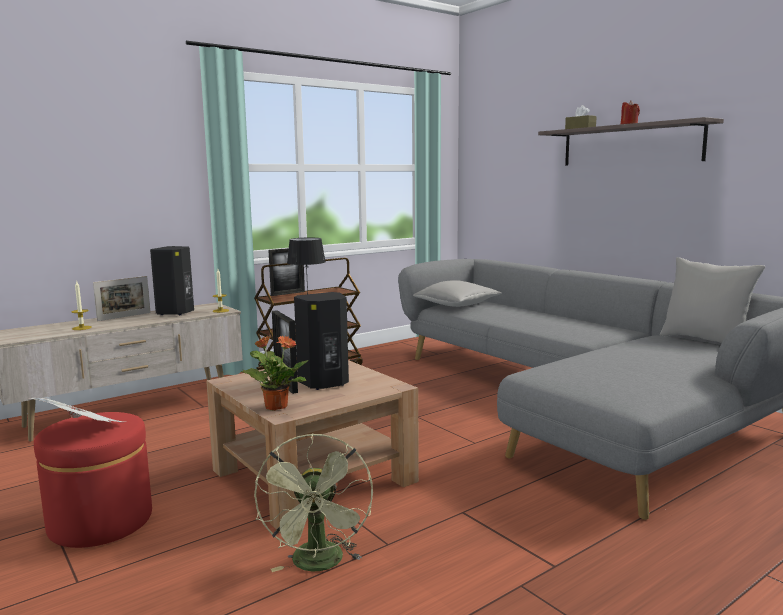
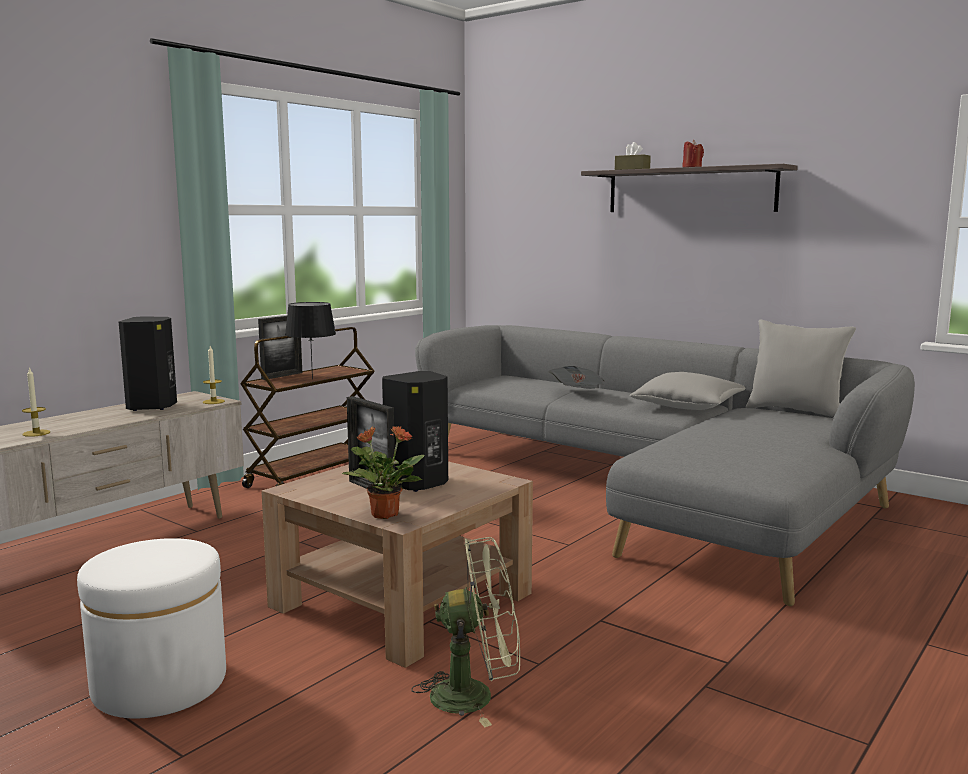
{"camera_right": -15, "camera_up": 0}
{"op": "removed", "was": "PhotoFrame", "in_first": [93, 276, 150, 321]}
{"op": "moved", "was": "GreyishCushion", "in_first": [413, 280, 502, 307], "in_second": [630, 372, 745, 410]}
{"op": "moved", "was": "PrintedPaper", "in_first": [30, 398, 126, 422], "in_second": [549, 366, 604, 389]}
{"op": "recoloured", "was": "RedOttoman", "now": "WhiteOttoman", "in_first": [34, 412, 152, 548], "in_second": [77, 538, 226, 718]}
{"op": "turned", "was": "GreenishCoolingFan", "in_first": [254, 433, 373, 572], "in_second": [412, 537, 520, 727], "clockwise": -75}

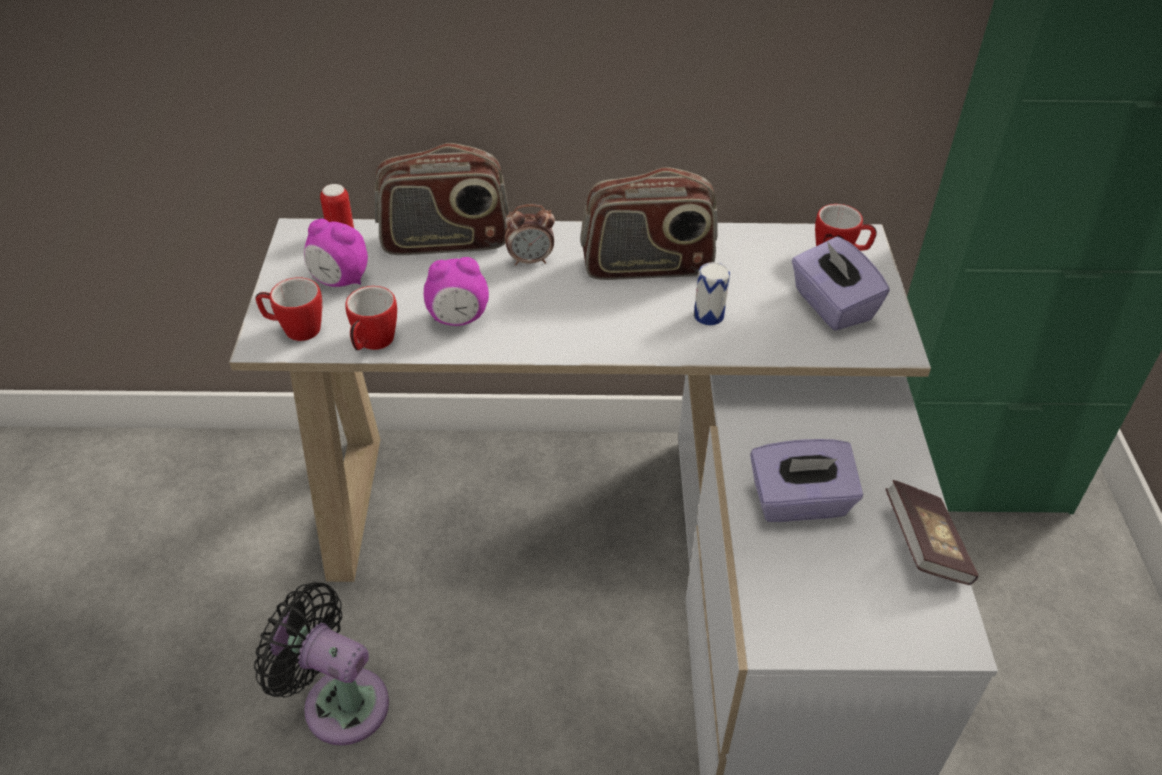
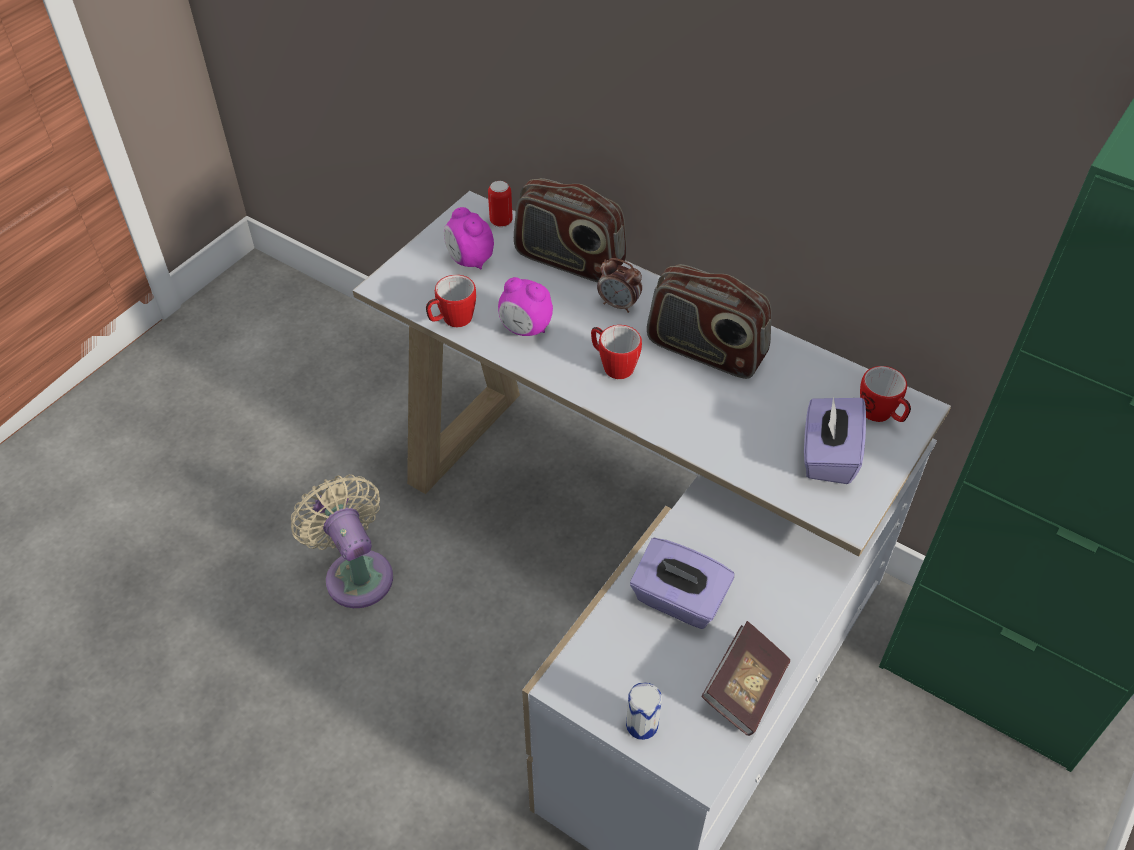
{"camera_right": 35, "camera_up": 5}
{"op": "moved", "was": "MetalCan", "in_first": [694, 262, 730, 326], "in_second": [626, 682, 662, 740]}
{"op": "moved", "was": "TeaMug", "in_first": [255, 277, 322, 341], "in_second": [591, 325, 642, 379]}
{"op": "recoloured", "was": "BlackCoolingFan", "now": "BeigeColouredCoolingFan", "in_first": [254, 582, 389, 745], "in_second": [291, 474, 393, 608]}

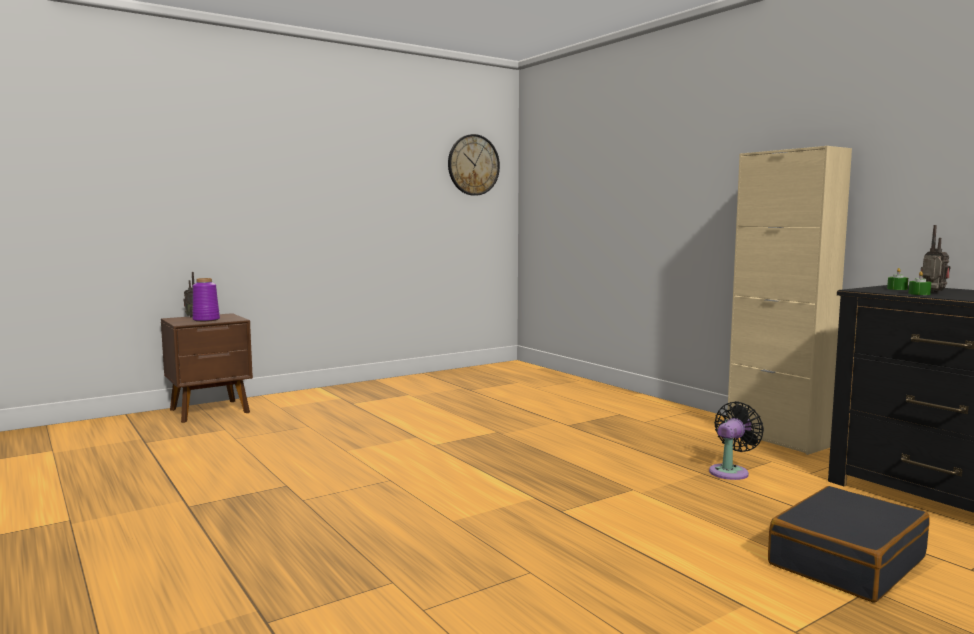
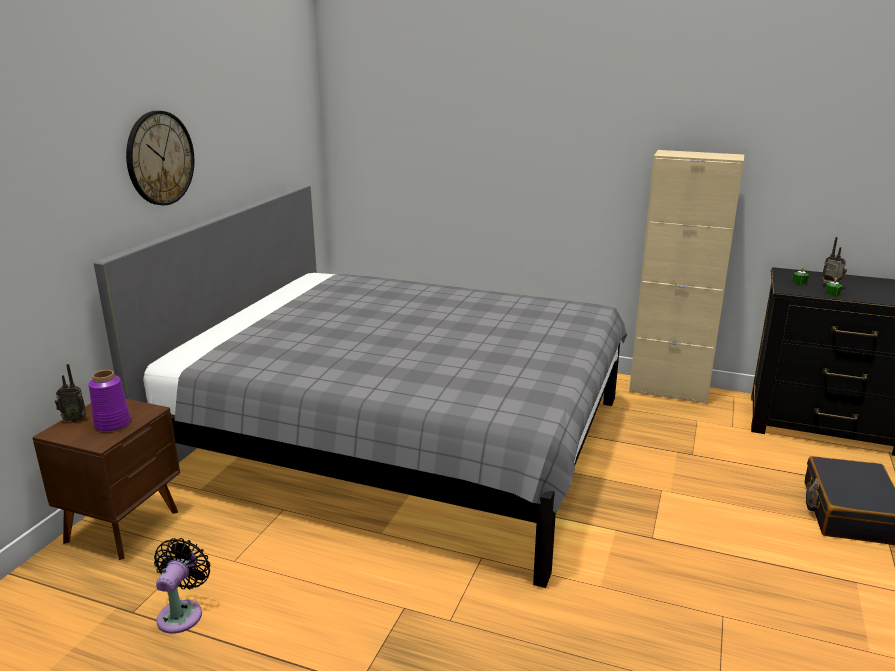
{"camera_right": -35, "camera_up": 15}
{"op": "moved", "was": "HangingClock", "in_first": [448, 134, 500, 196], "in_second": [126, 111, 195, 205]}
{"op": "moved", "was": "BlackCoolingFan", "in_first": [709, 401, 764, 480], "in_second": [154, 538, 210, 634]}
{"op": "added", "now": "GreyishSleepingBed", "in_second": [94, 185, 627, 588]}

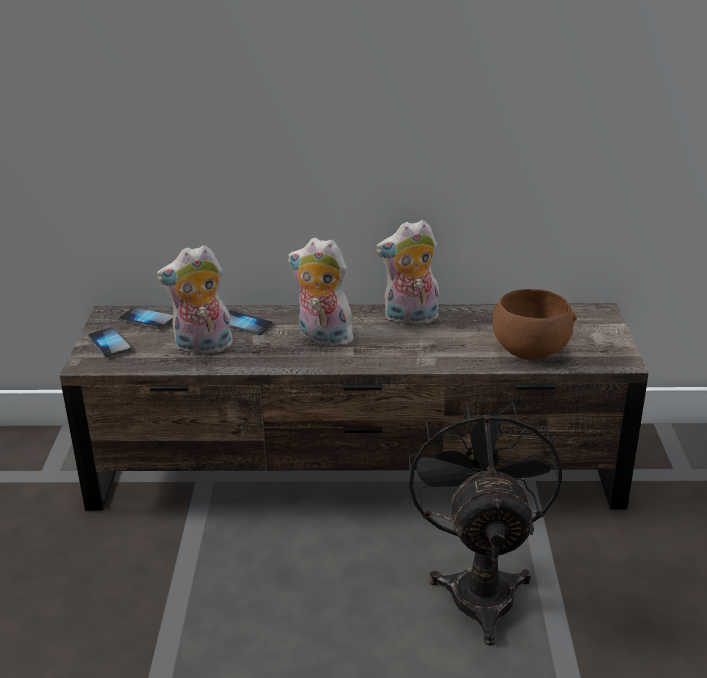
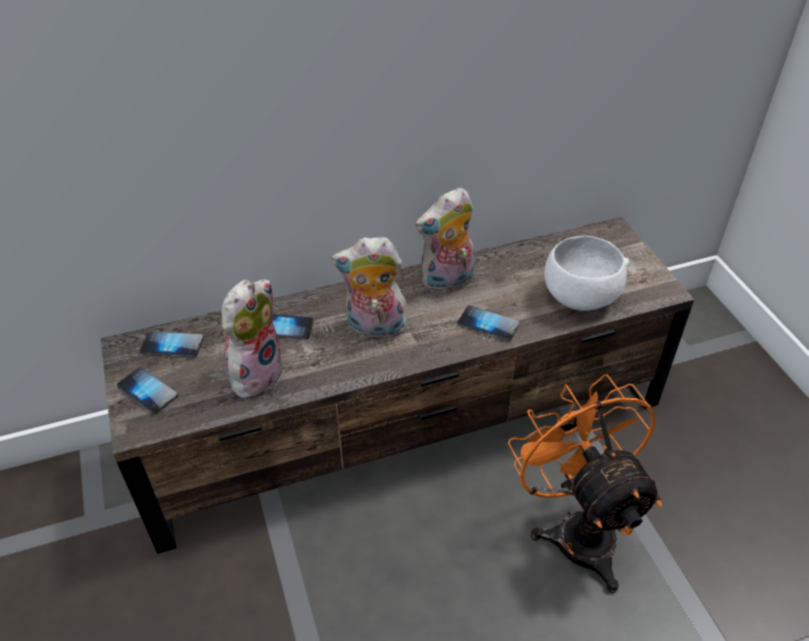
{"camera_right": -20, "camera_up": 15}
{"op": "turned", "was": "CuddlyToy", "in_first": [156, 245, 233, 355], "in_second": [222, 280, 284, 399], "clockwise": 150}
{"op": "recoloured", "was": "BrownColouredBowl", "now": "WhiteBowl", "in_first": [493, 289, 577, 360], "in_second": [544, 236, 630, 311]}
{"op": "recoloured", "was": "BlackCoolingFan", "now": "OrangeCoolingFan", "in_first": [409, 401, 562, 646], "in_second": [508, 374, 662, 593]}
{"op": "added", "now": "Telephone", "in_second": [457, 306, 520, 341]}

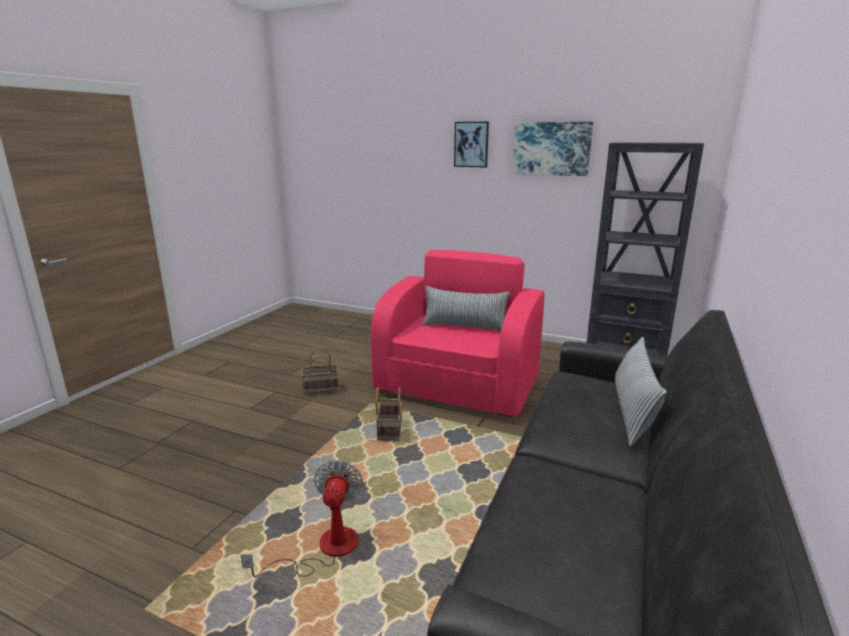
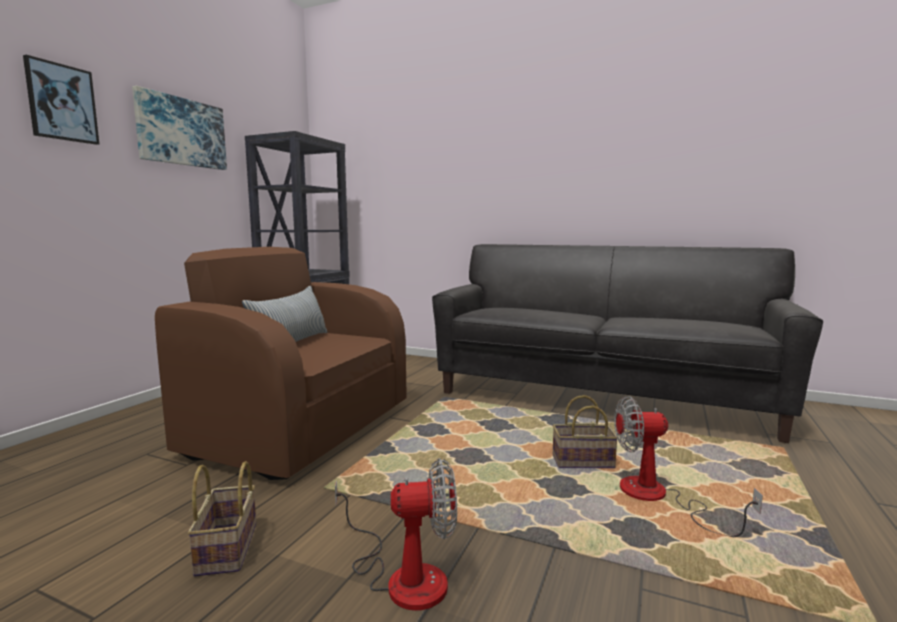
{"camera_right": -90, "camera_up": -10}
{"op": "recoloured", "was": "PinkColouredLoungeChair", "now": "BrownColouredLoungeChair", "in_first": [371, 250, 544, 417], "in_second": [155, 247, 407, 480]}
{"op": "removed", "was": "Cushion", "in_first": [615, 337, 667, 447]}
{"op": "moved", "was": "Basket", "in_first": [376, 387, 402, 441], "in_second": [553, 395, 617, 468]}
{"op": "added", "now": "CoolingFan", "in_second": [335, 458, 457, 611]}

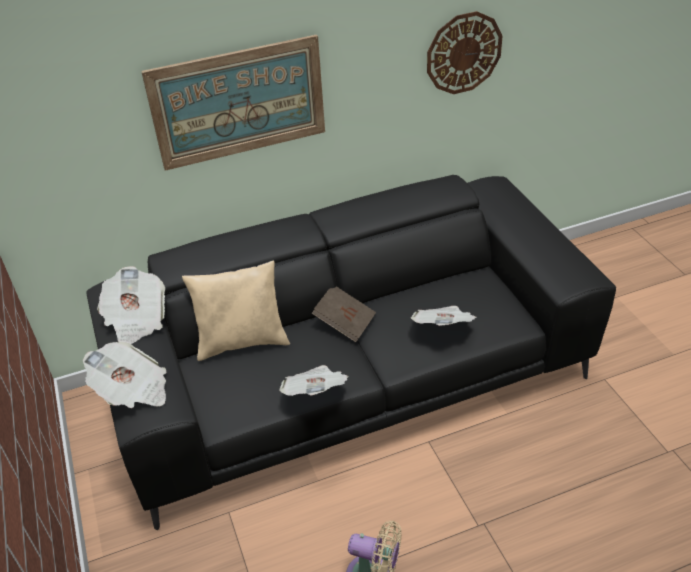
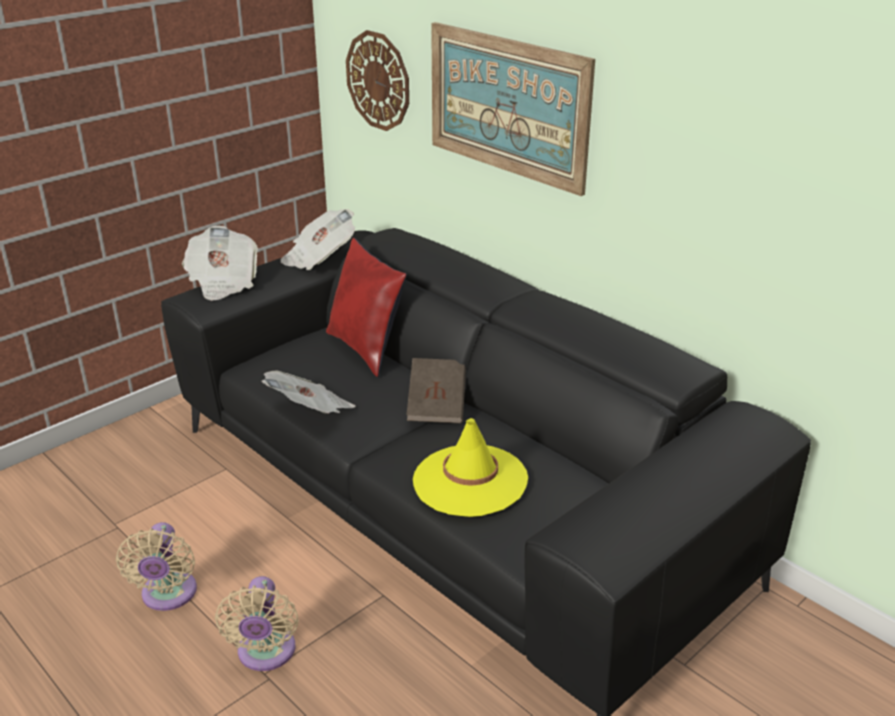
{"camera_right": 65, "camera_up": -10}
{"op": "moved", "was": "HangingClock", "in_first": [427, 11, 503, 94], "in_second": [346, 30, 409, 131]}
{"op": "recoloured", "was": "BeigeColouredCushion", "now": "RedCushion", "in_first": [182, 260, 290, 361], "in_second": [326, 238, 407, 377]}
{"op": "replaced", "was": "PrintedPaper", "now": "YellowHat", "in_first": [411, 306, 477, 326], "in_second": [413, 418, 528, 517]}
{"op": "added", "now": "BeigeColouredCoolingFan", "in_second": [215, 576, 299, 671]}

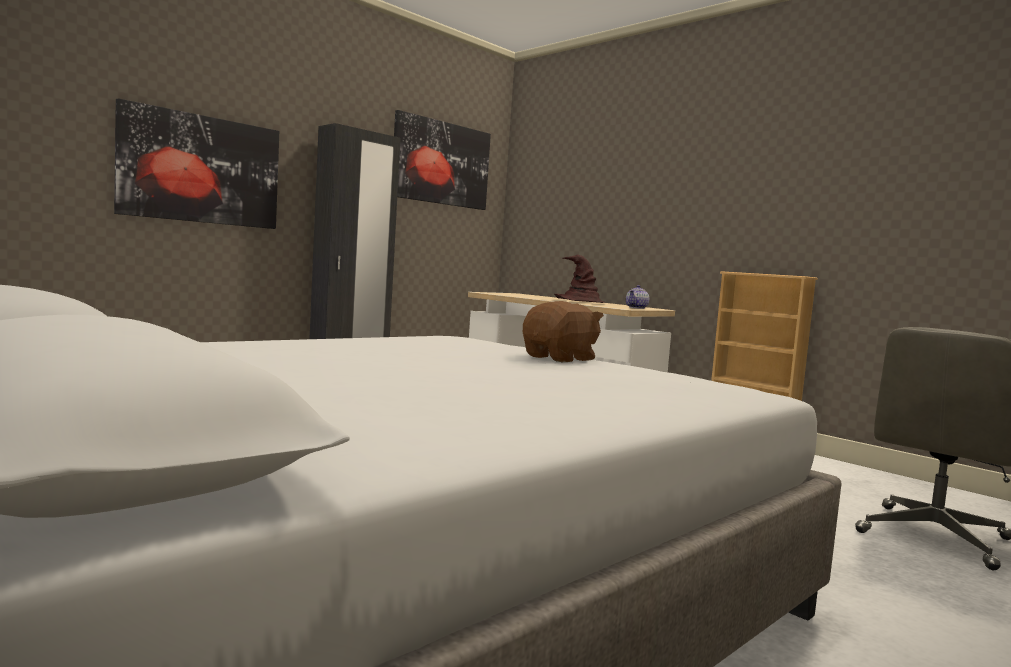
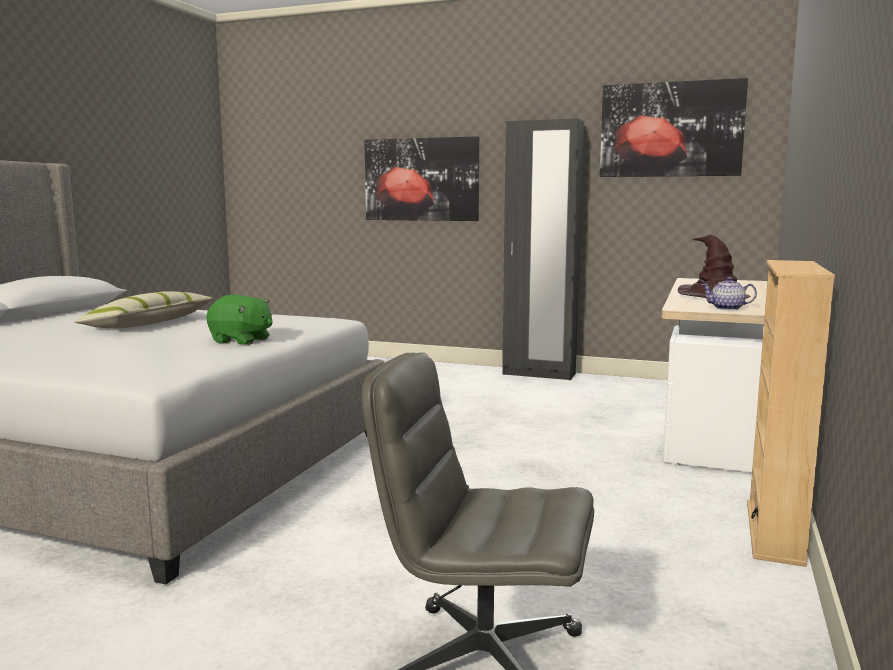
{"camera_right": 65, "camera_up": 5}
{"op": "recoloured", "was": "BrownColouredCuddlyToy", "now": "GreenishCuddlyToy", "in_first": [523, 301, 604, 362], "in_second": [207, 295, 273, 345]}
{"op": "added", "now": "Cushion", "in_second": [74, 291, 214, 328]}

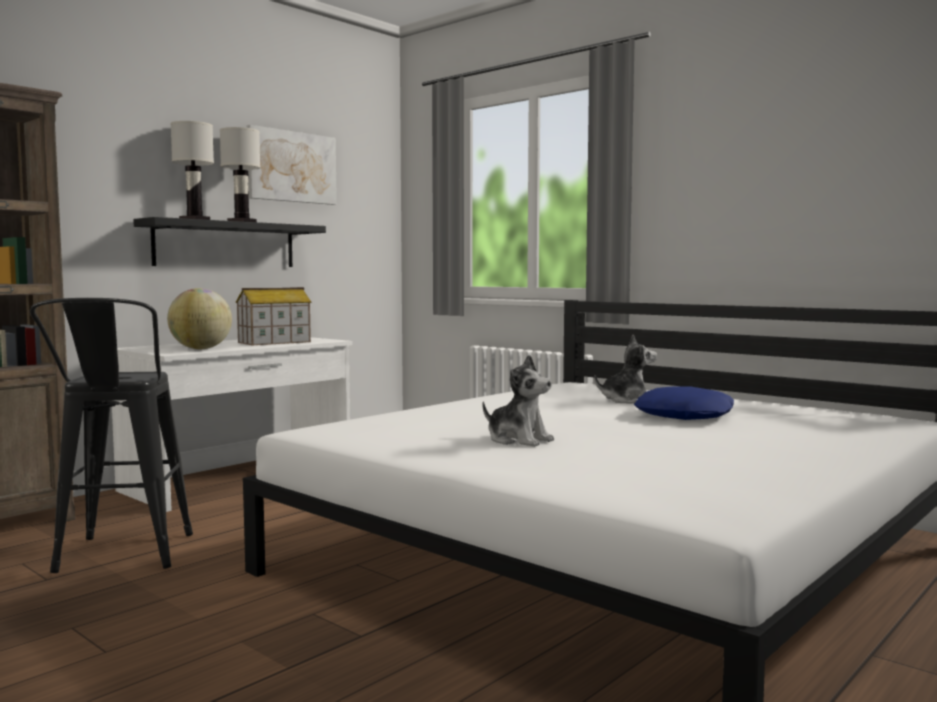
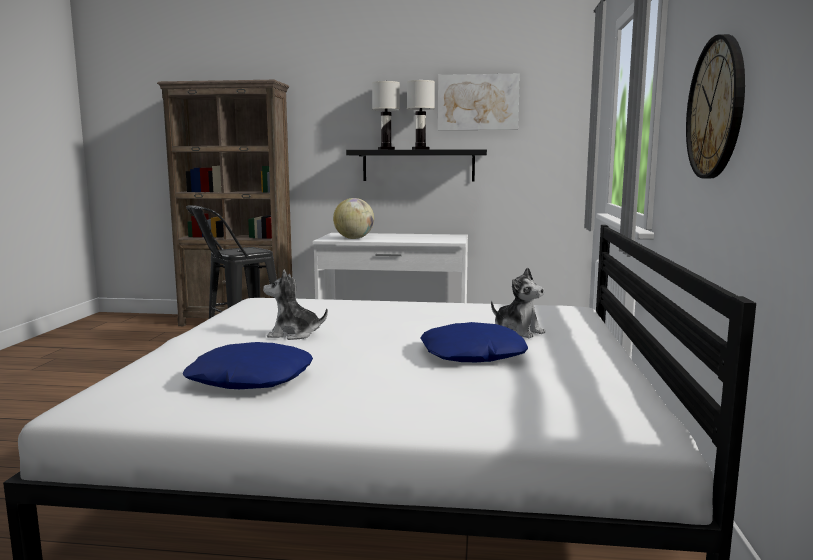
{"camera_right": 55, "camera_up": 5}
{"op": "removed", "was": "ToyHouse", "in_first": [236, 287, 311, 345]}
{"op": "turned", "was": "CuddlyToy", "in_first": [482, 355, 554, 447], "in_second": [263, 270, 328, 340], "clockwise": 90}
{"op": "added", "now": "HangingClock", "in_second": [686, 34, 745, 179]}
{"op": "added", "now": "BlueColouredCushion", "in_second": [183, 342, 313, 389]}

